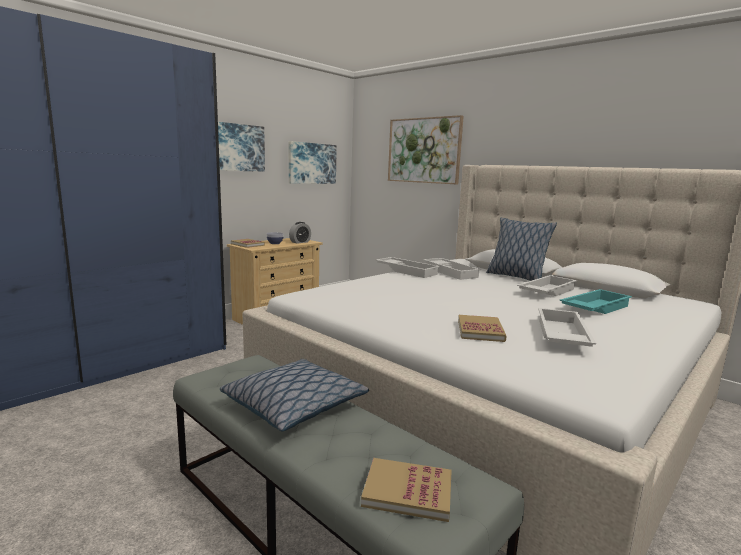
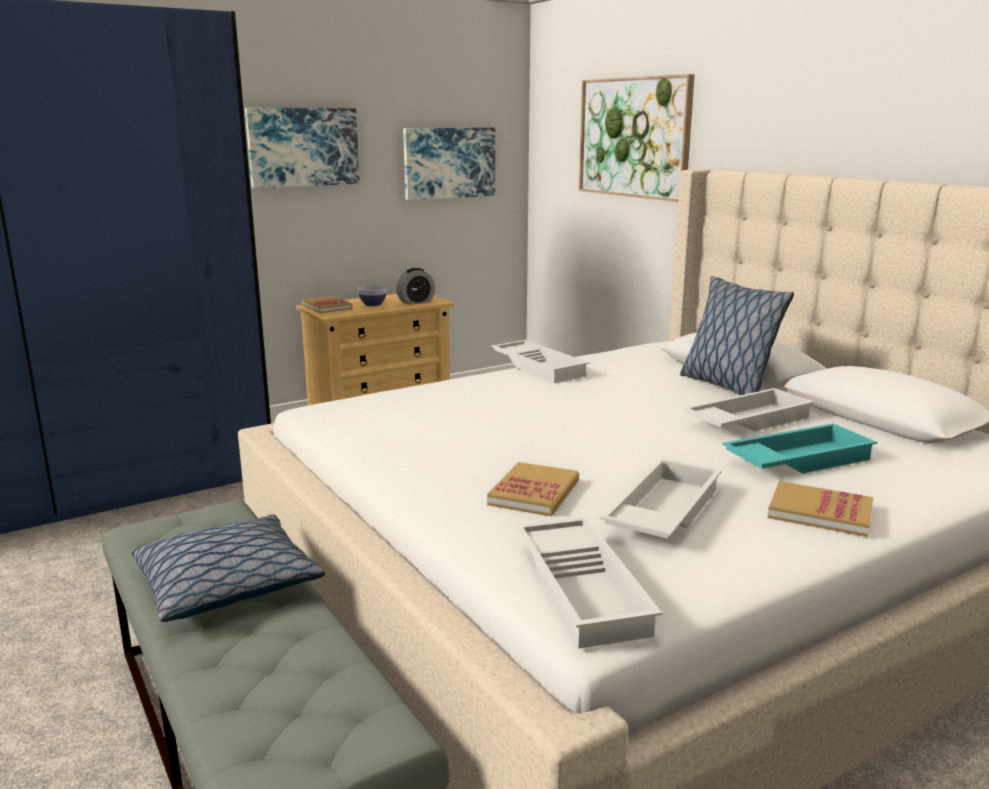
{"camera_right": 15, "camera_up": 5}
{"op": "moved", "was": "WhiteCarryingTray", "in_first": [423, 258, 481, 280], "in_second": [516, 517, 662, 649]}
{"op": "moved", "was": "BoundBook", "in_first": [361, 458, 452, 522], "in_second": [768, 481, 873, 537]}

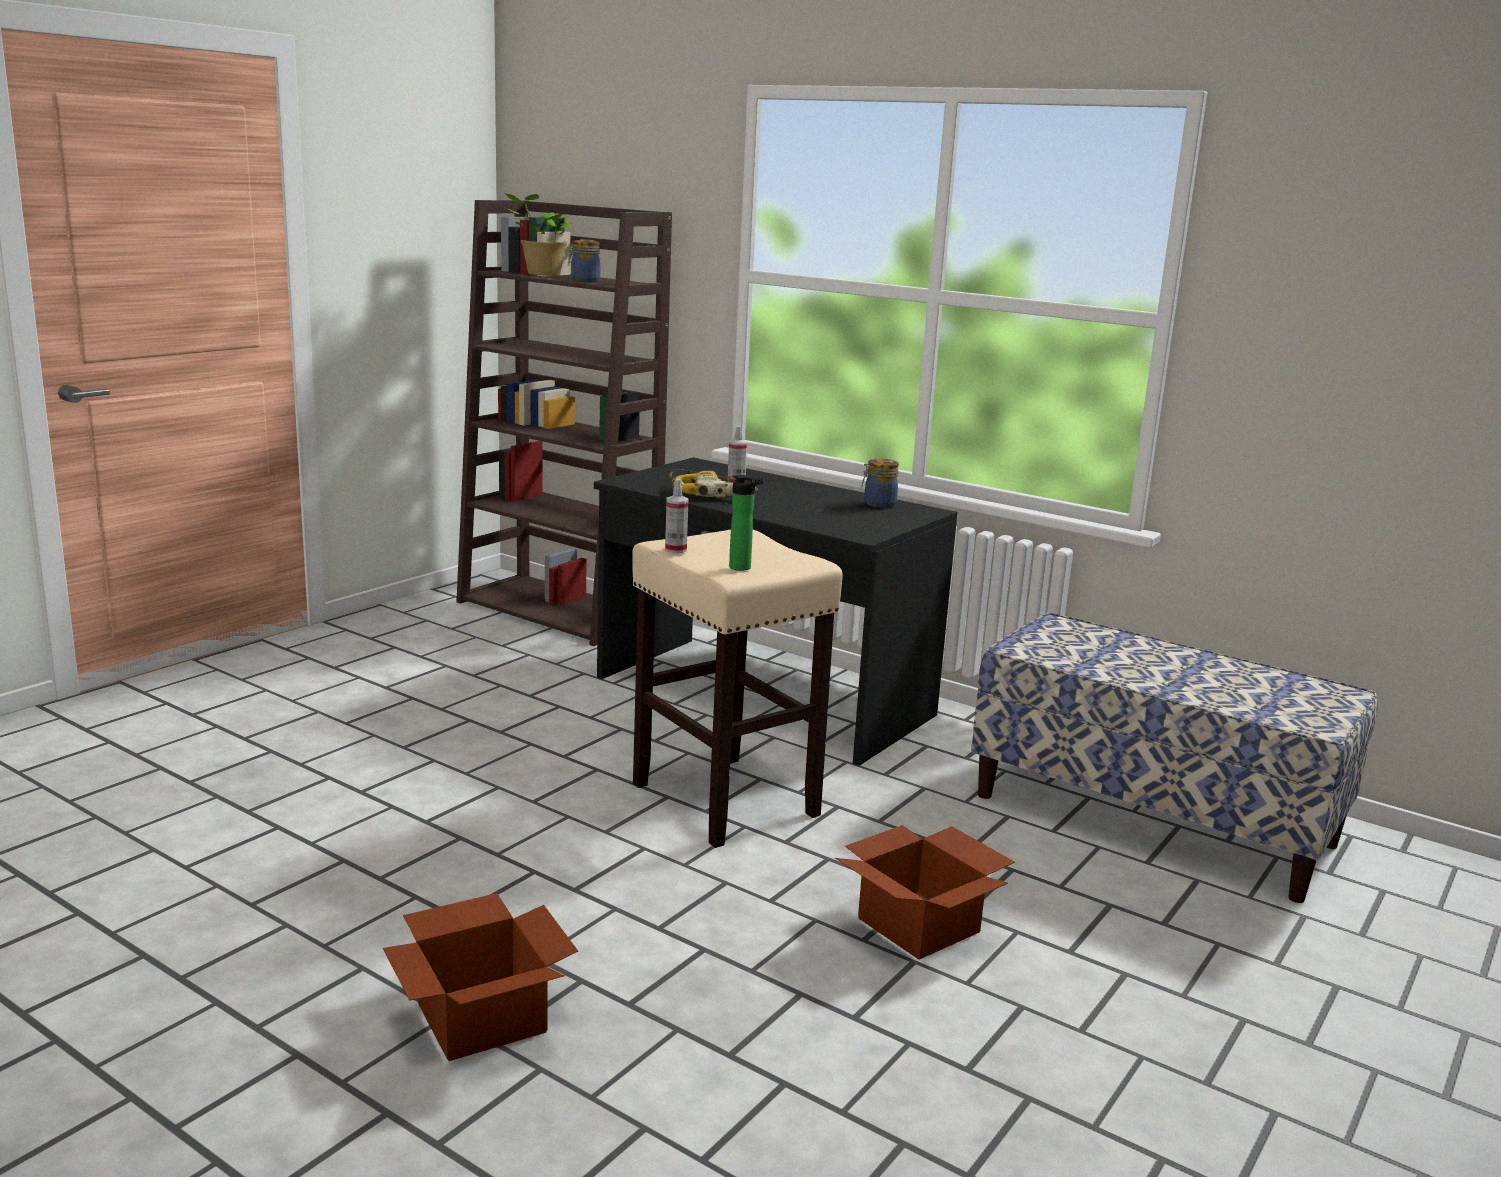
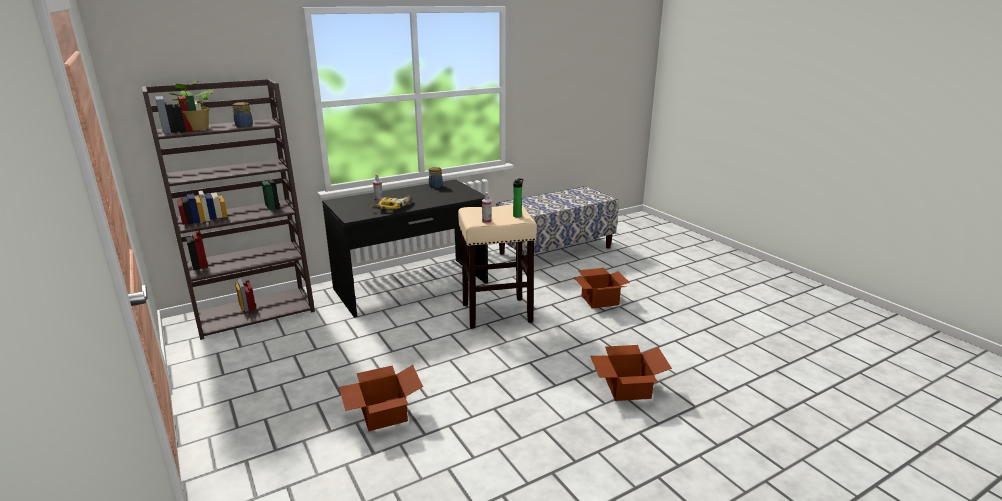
{"camera_right": -65, "camera_up": 5}
{"op": "added", "now": "Carton", "in_second": [339, 365, 423, 431]}

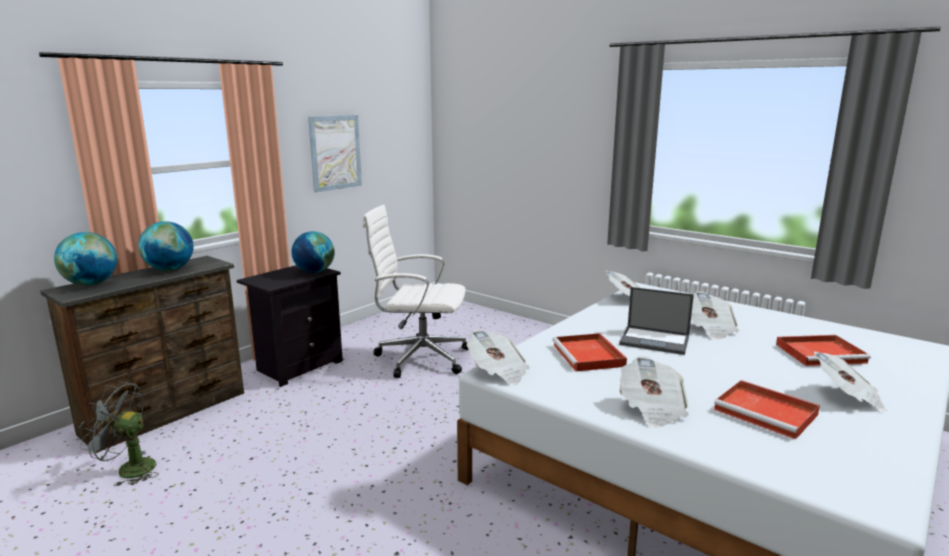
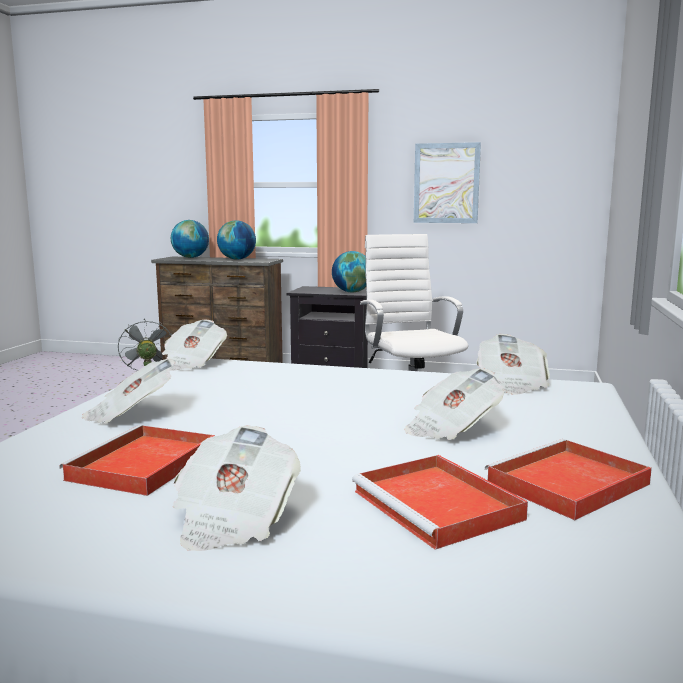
{"camera_right": 65, "camera_up": -5}
{"op": "removed", "was": "PortableComputer", "in_first": [619, 287, 694, 355]}
{"op": "moved", "was": "RedCarryingTray", "in_first": [552, 333, 627, 372], "in_second": [485, 439, 652, 520]}

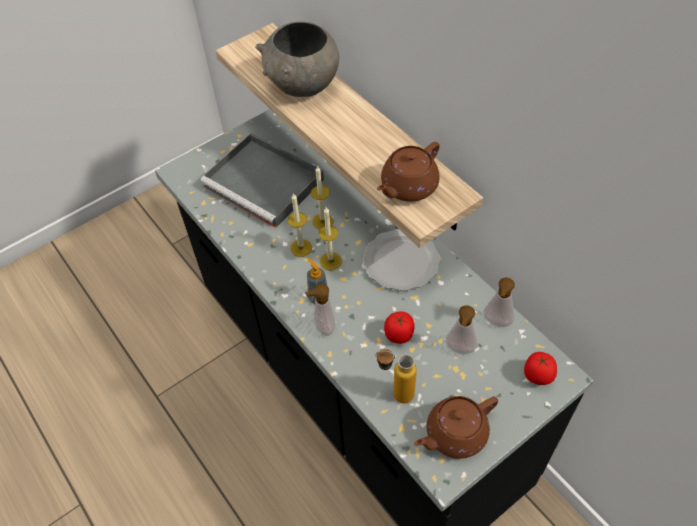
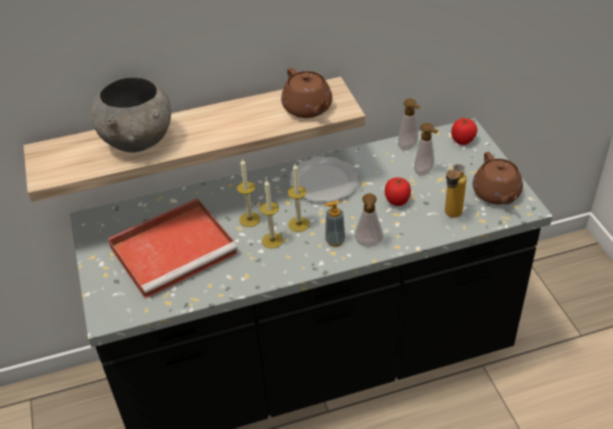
{"camera_right": -70, "camera_up": -10}
{"op": "recoloured", "was": "GreyishCarryingTray", "now": "RedCarryingTray", "in_first": [200, 133, 324, 228], "in_second": [108, 198, 238, 299]}

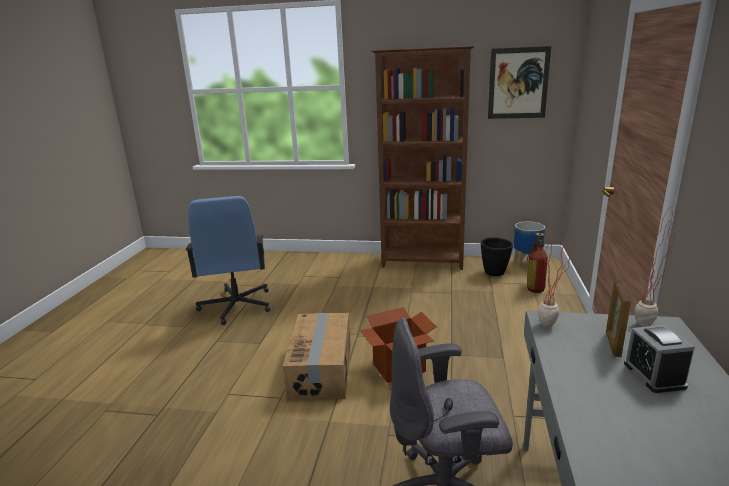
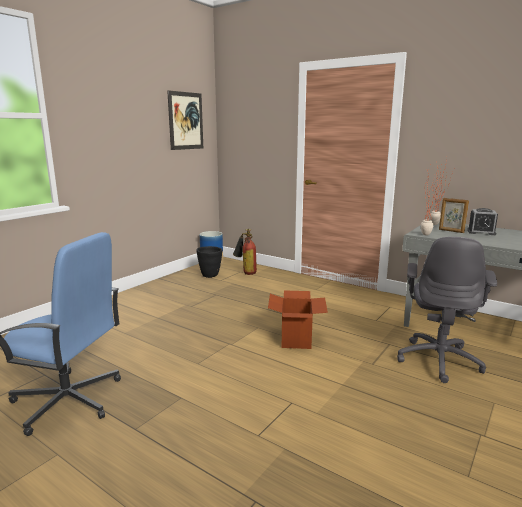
{"camera_right": -65, "camera_up": -5}
{"op": "removed", "was": "BrownColouredBookcase", "in_first": [371, 46, 475, 270]}
{"op": "removed", "was": "Carton", "in_first": [283, 313, 350, 400]}

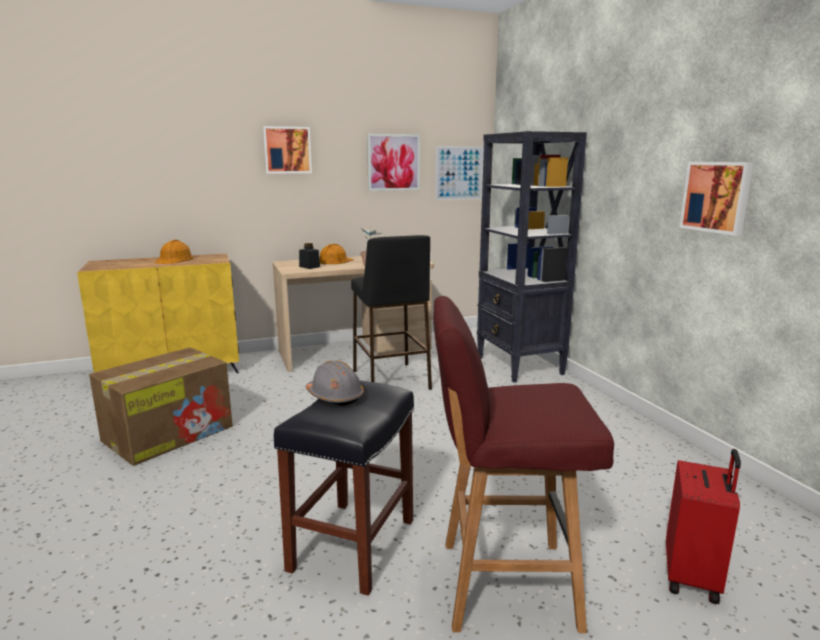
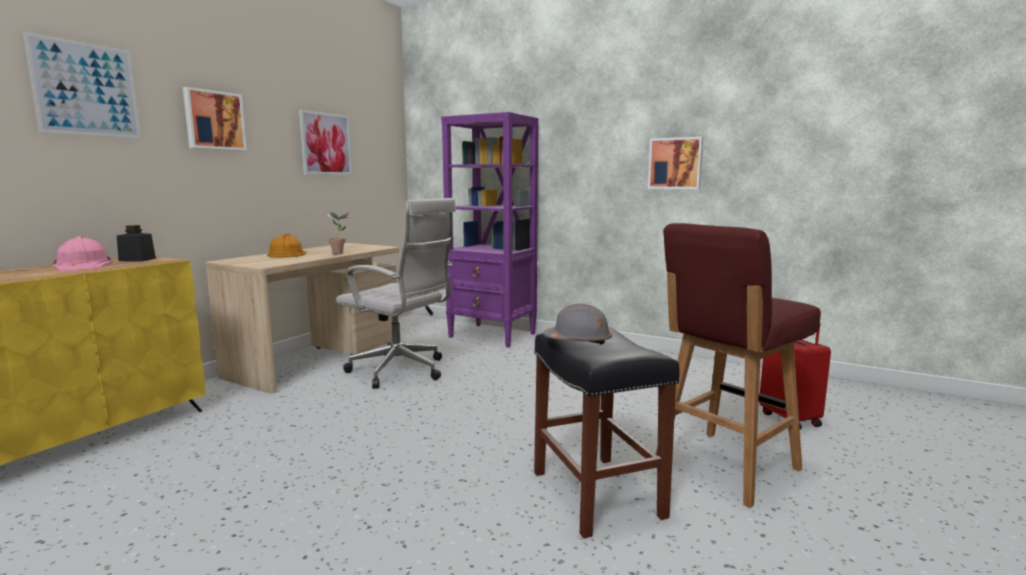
{"camera_right": -40, "camera_up": -5}
{"op": "recoloured", "was": "BlackBookcase", "now": "PurpleColouredBookcase", "in_first": [477, 131, 587, 383], "in_second": [441, 112, 538, 348]}
{"op": "moved", "was": "Picture", "in_first": [435, 146, 484, 201], "in_second": [23, 32, 141, 138]}
{"op": "replaced", "was": "BlackStool", "now": "WhiteComputerChair", "in_first": [351, 235, 432, 390], "in_second": [336, 198, 456, 389]}
{"op": "recoloured", "was": "OrangeSafetyHelmet", "now": "PinkColouredSafetyHelmet", "in_first": [155, 240, 194, 264], "in_second": [53, 236, 112, 271]}
{"op": "moved", "was": "BlackJar", "in_first": [299, 243, 320, 269], "in_second": [117, 225, 156, 261]}
{"op": "removed", "was": "Carton", "in_first": [89, 347, 233, 466]}

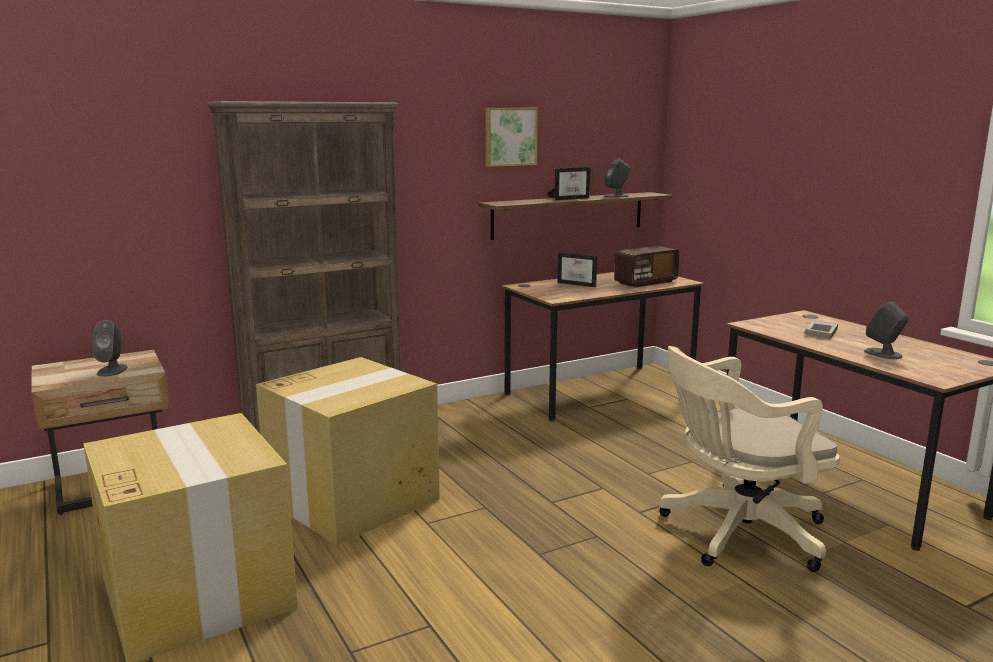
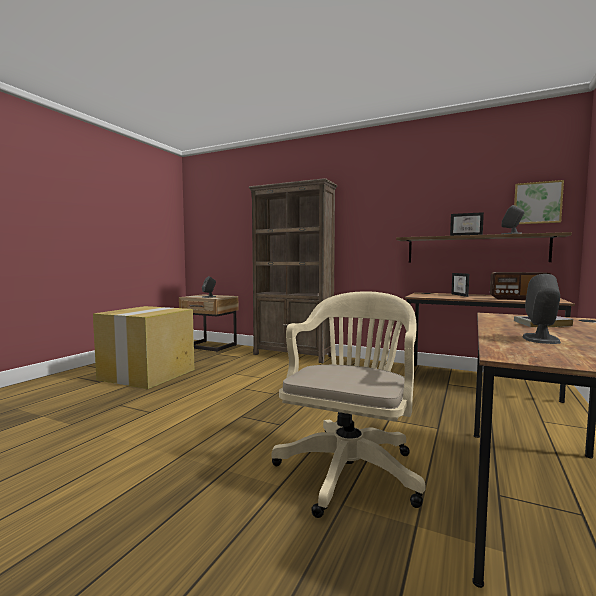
{"camera_right": 55, "camera_up": -10}
{"op": "moved", "was": "Picture", "in_first": [485, 108, 538, 167], "in_second": [514, 180, 564, 224]}
{"op": "turned", "was": "BeigeColouredComputerChair", "in_first": [659, 346, 840, 572], "in_second": [271, 291, 425, 518], "clockwise": 75}
{"op": "removed", "was": "Carton", "in_first": [256, 357, 440, 546]}

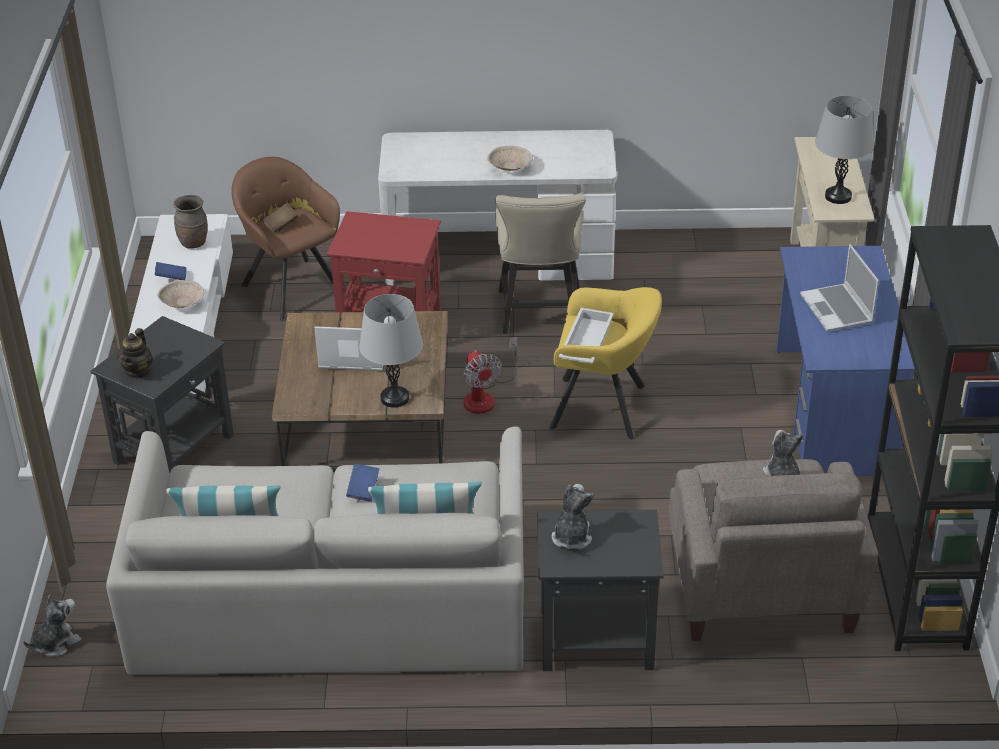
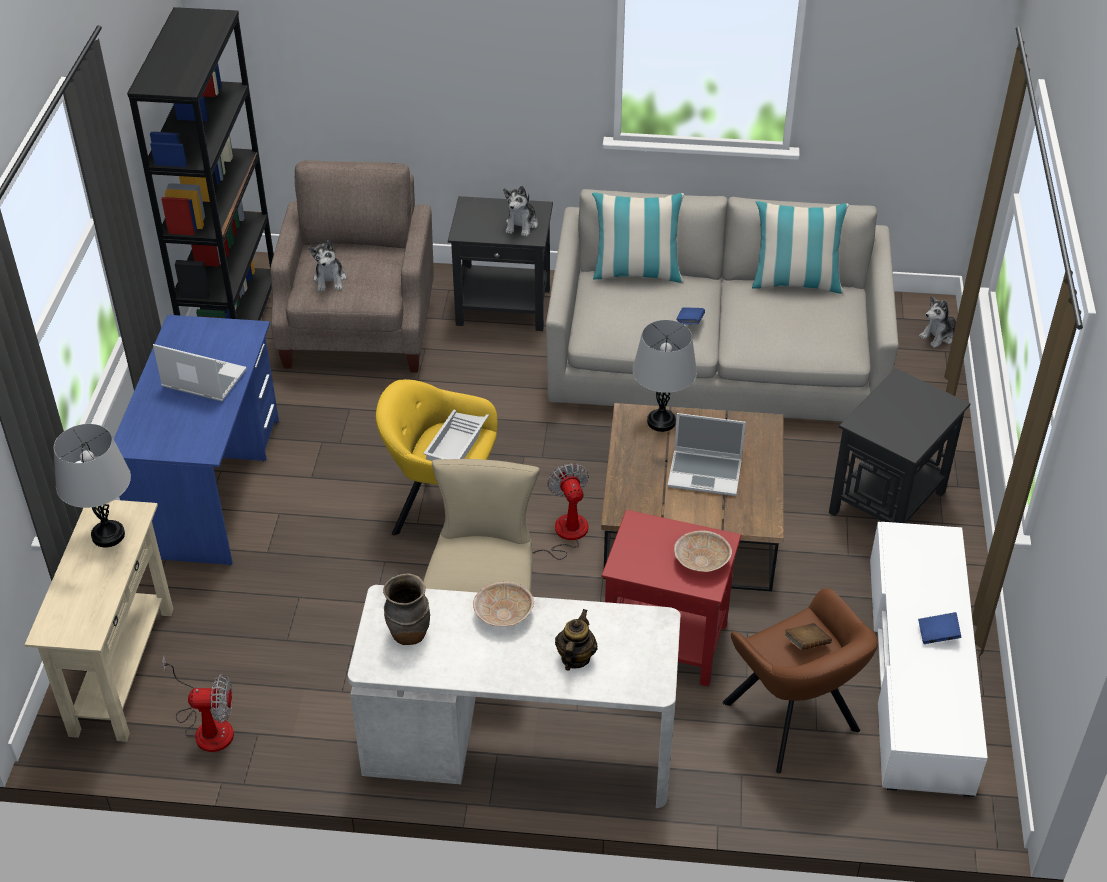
{"camera_right": -175, "camera_up": 5}
{"op": "moved", "was": "BrownColouredDecorativeVase", "in_first": [173, 195, 208, 249], "in_second": [383, 574, 430, 645]}
{"op": "turned", "was": "PortableComputer", "in_first": [800, 244, 879, 332], "in_second": [153, 344, 247, 401], "clockwise": -60}
{"op": "moved", "was": "BeigeColouredBowl", "in_first": [157, 280, 204, 308], "in_second": [674, 530, 732, 572]}
{"op": "moved", "was": "Teapot", "in_first": [117, 328, 153, 379], "in_second": [555, 609, 598, 671]}
{"op": "added", "now": "CoolingFan", "in_second": [162, 656, 234, 752]}

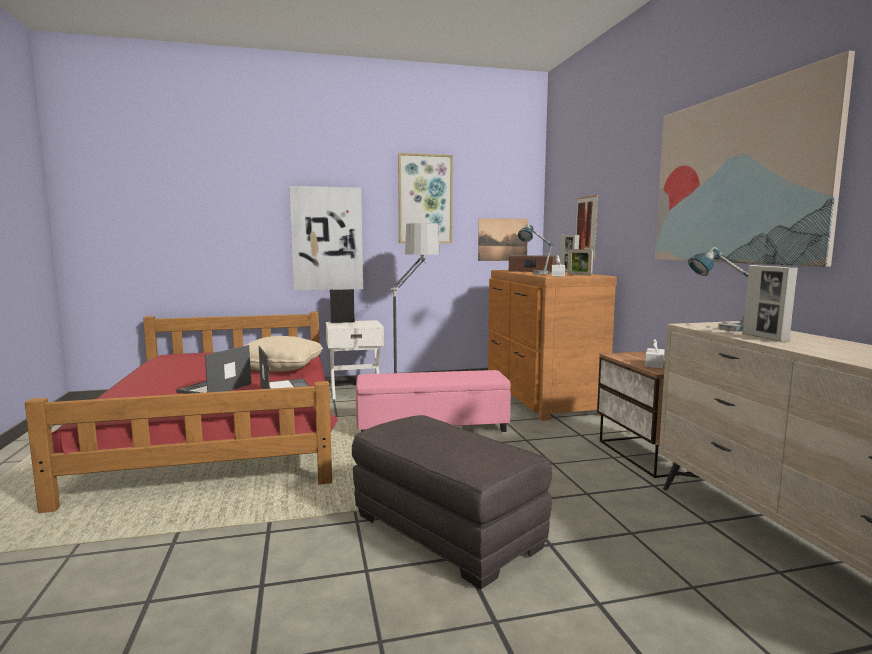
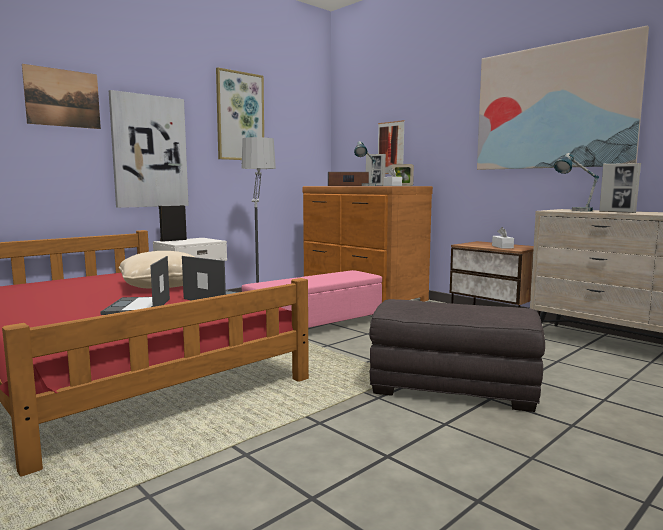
{"camera_right": -30, "camera_up": 0}
{"op": "moved", "was": "Picture", "in_first": [478, 218, 528, 261], "in_second": [22, 64, 101, 129]}

